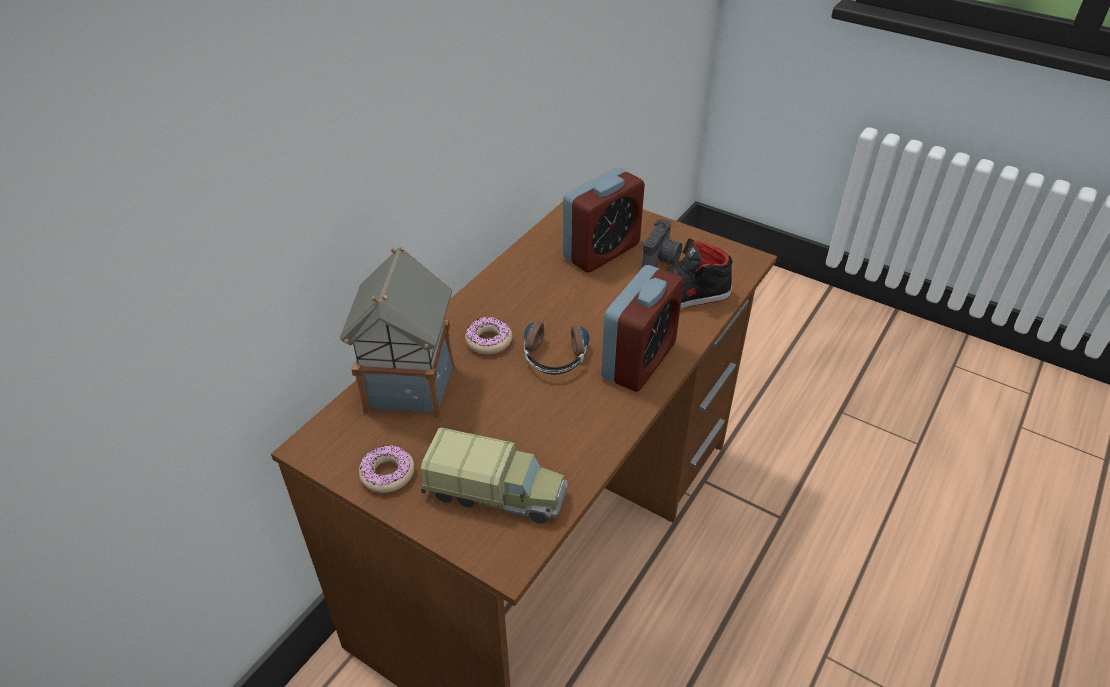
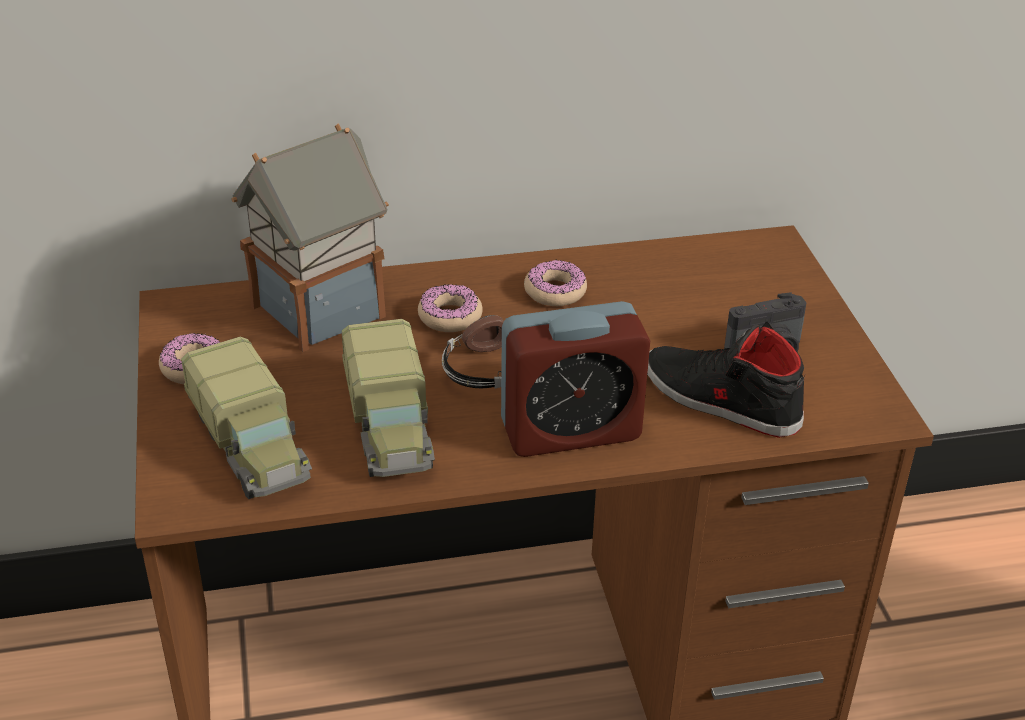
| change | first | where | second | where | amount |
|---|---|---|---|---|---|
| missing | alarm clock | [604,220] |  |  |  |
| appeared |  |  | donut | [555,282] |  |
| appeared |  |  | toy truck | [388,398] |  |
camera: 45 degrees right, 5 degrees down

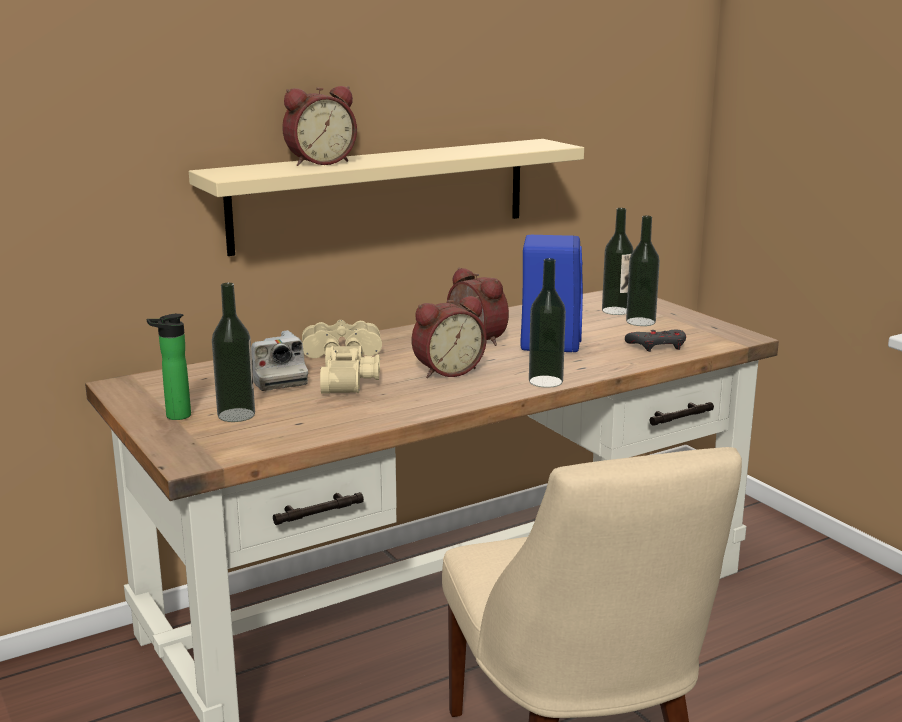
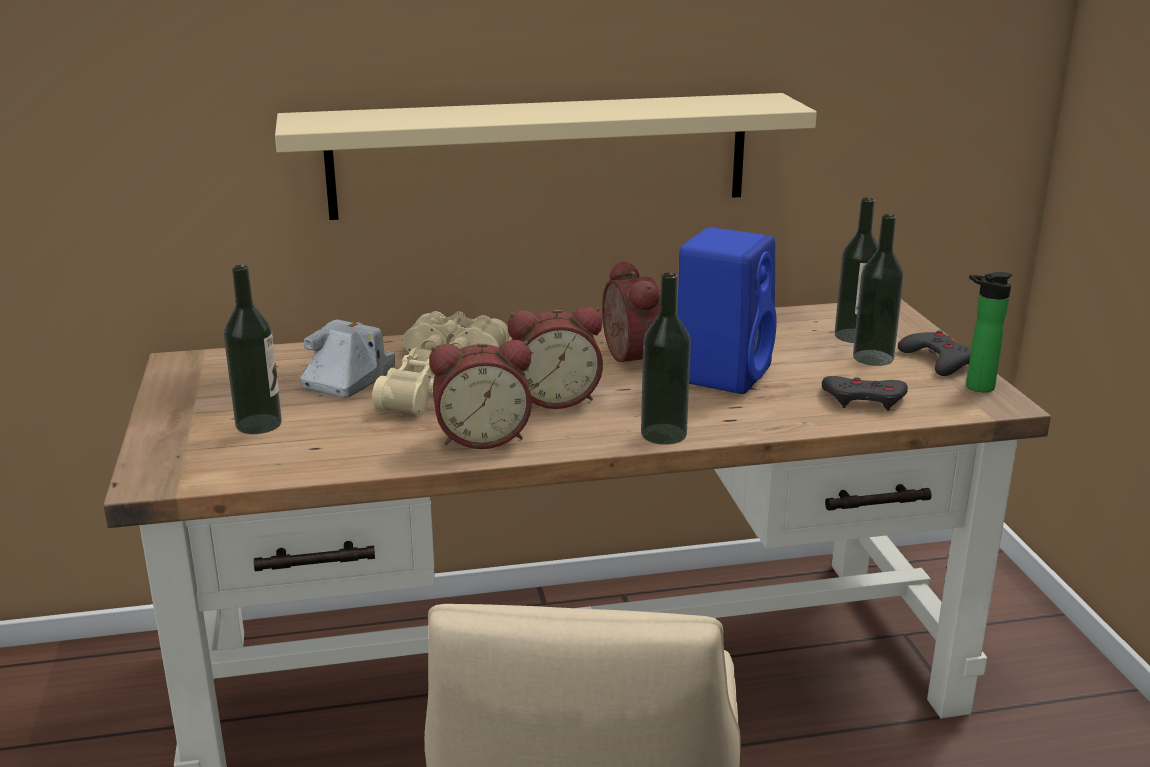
| change | first | where | second | where | amount |
|---|---|---|---|---|---|
| relocated | alarm clock | [319,126] |  | [480,394] |  |
| relocated | bottle | [169,367] |  | [989,332] |  |
| spun | photo camera | [279,360] |  | [347,358] | 150 degrees counterclockwise |
| appeared |  |  | game controller (grey) | [934,353] |  |
camera: 20 degrees right, 5 degrees up

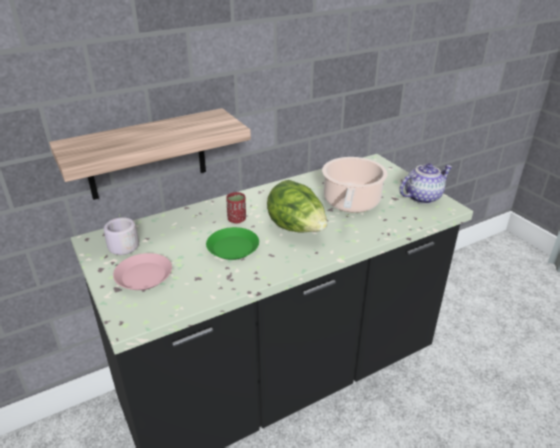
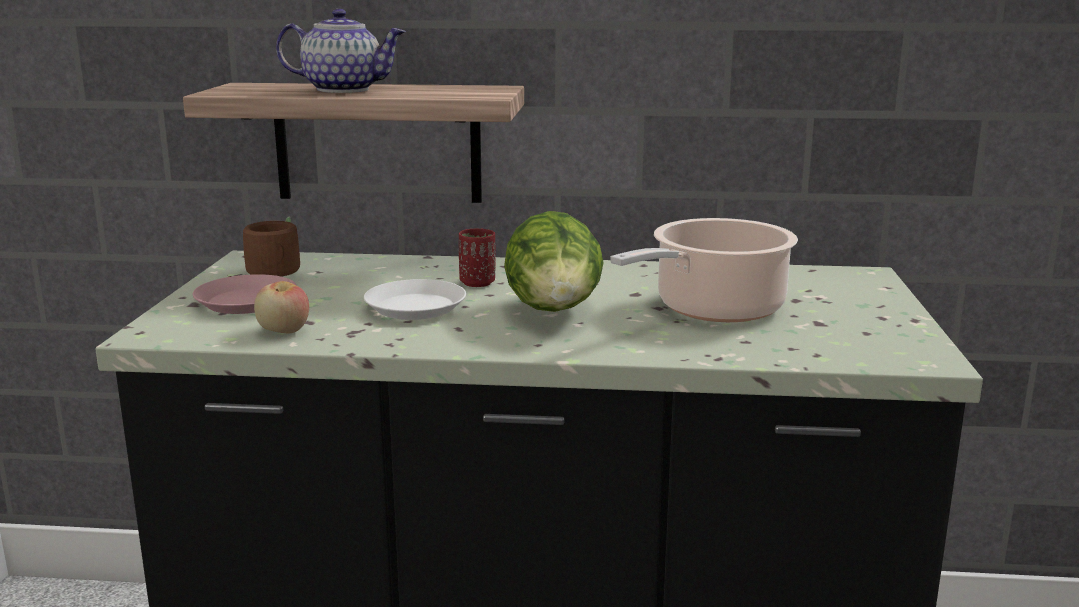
| change | first | where | second | where | amount |
|---|---|---|---|---|---|
| relocated | teapot | [426,183] |  | [341,51] |  |
| colour | mug (grey) | [121,236] | mug (brown) | [264,246] |  |
| colour | plate (green) | [232,243] | plate (white) | [415,299] |  |
| appeared |  |  | apple | [281,307] |  |
camera: 35 degrees right, 15 degrees down

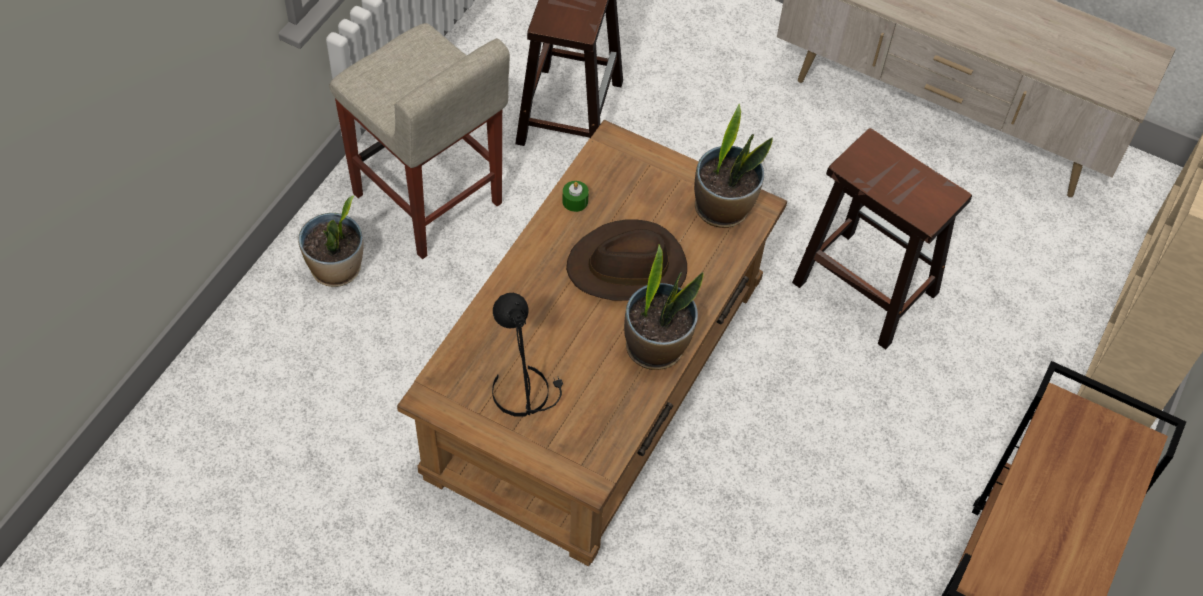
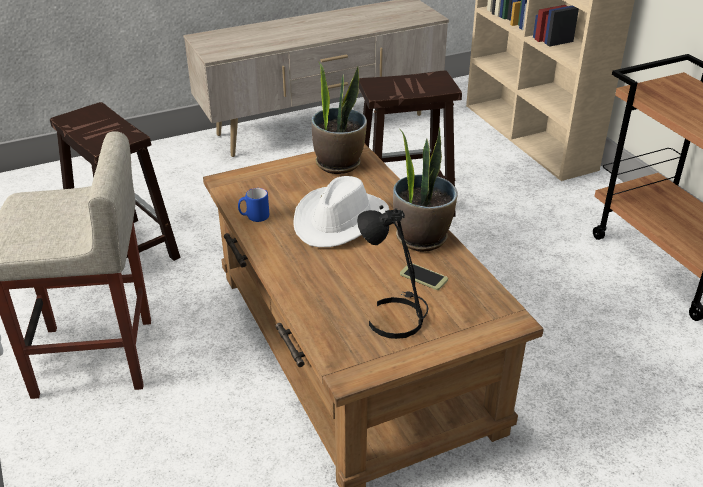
| change | first | where | second | where | amount |
|---|---|---|---|---|---|
| exchanged | candle (green) | [575,196] | mug (blue) | [253,205] |  |
| missing | potted plant | [330,241] |  |  |  |
| colour | hat (brown) | [626,260] | hat (white) | [341,211] |  |
| appeared |  |  | phone | [424,276] |  |
camera: 50 degrees left, 20 degrees down

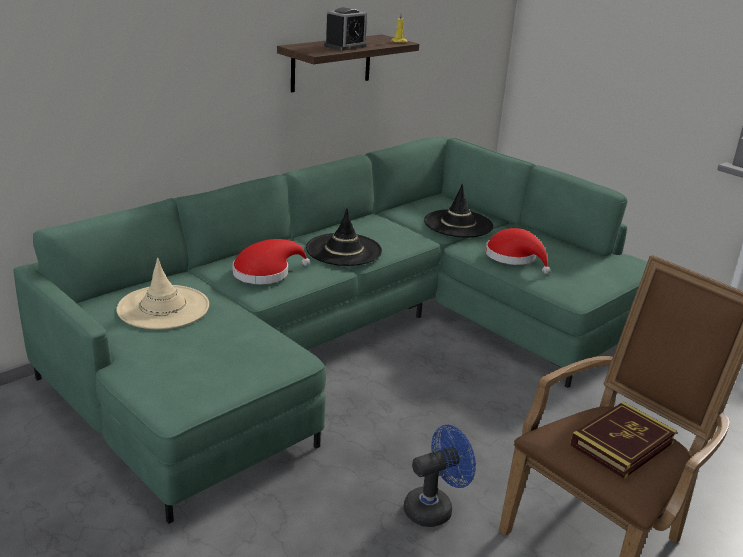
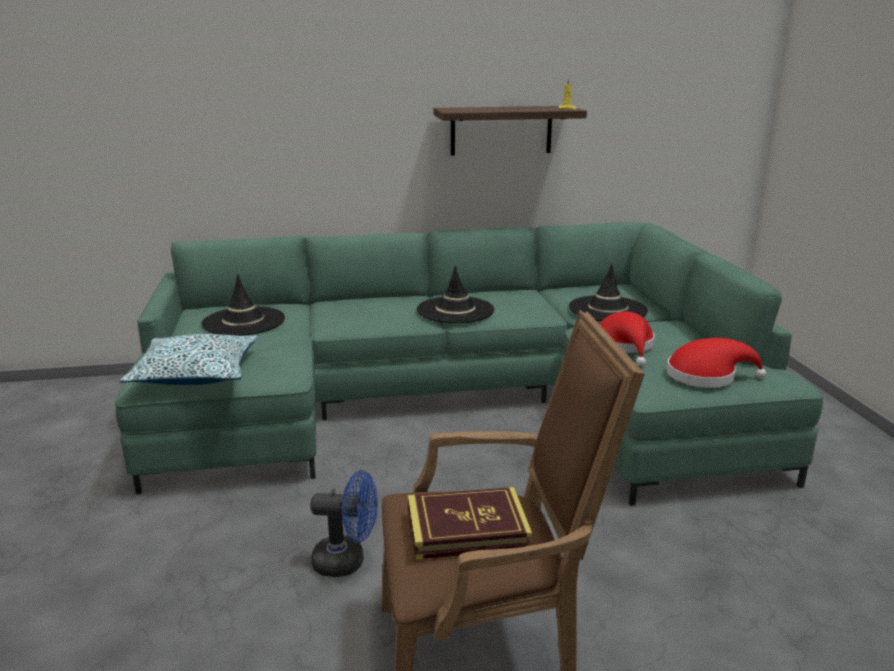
| change | first | where | second | where | amount |
|---|---|---|---|---|---|
| missing | alarm clock | [345,29] |  |  |  |
| relocated | hat (red) | [271,261] |  | [716,363] |  |
| colour | hat (beige) | [162,293] | hat (black) | [243,305] |  |
| appeared |  |  | pillow | [189,359] |  |
camera: 35 degrees right, 5 degrees down

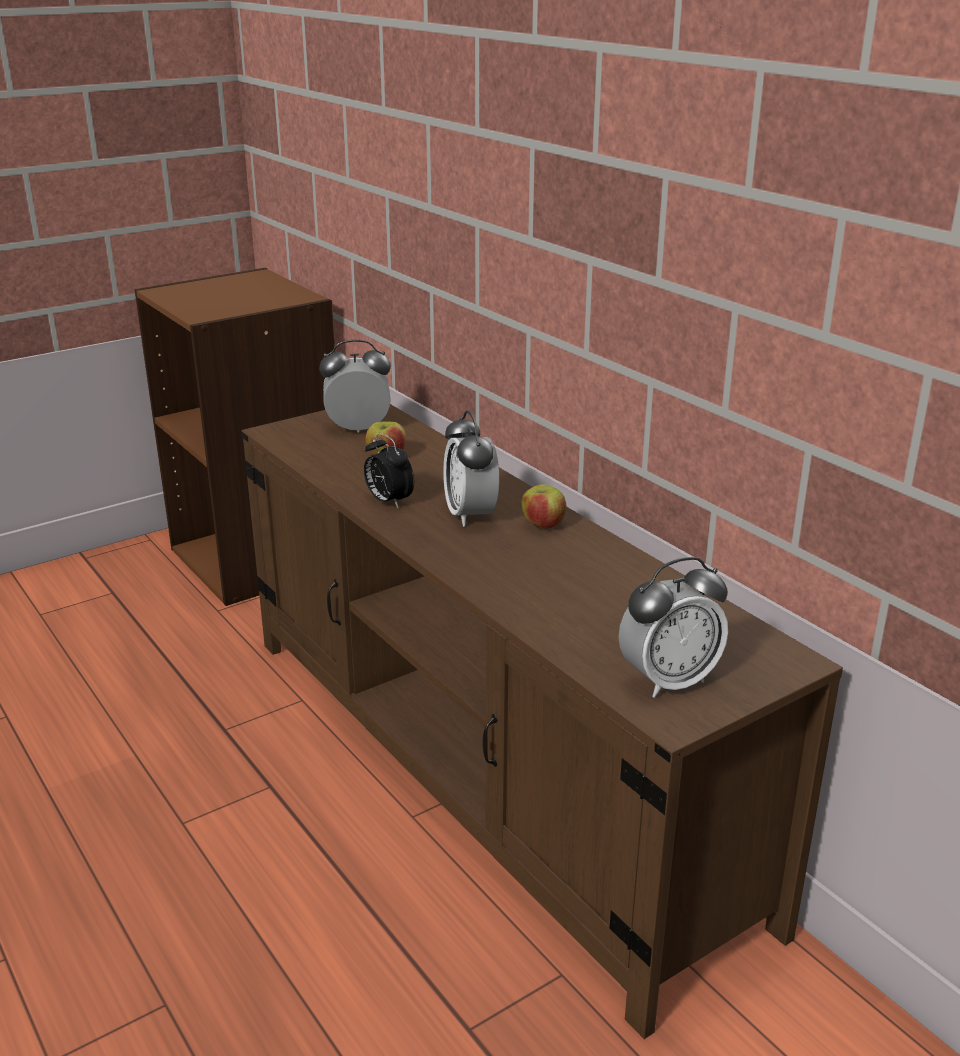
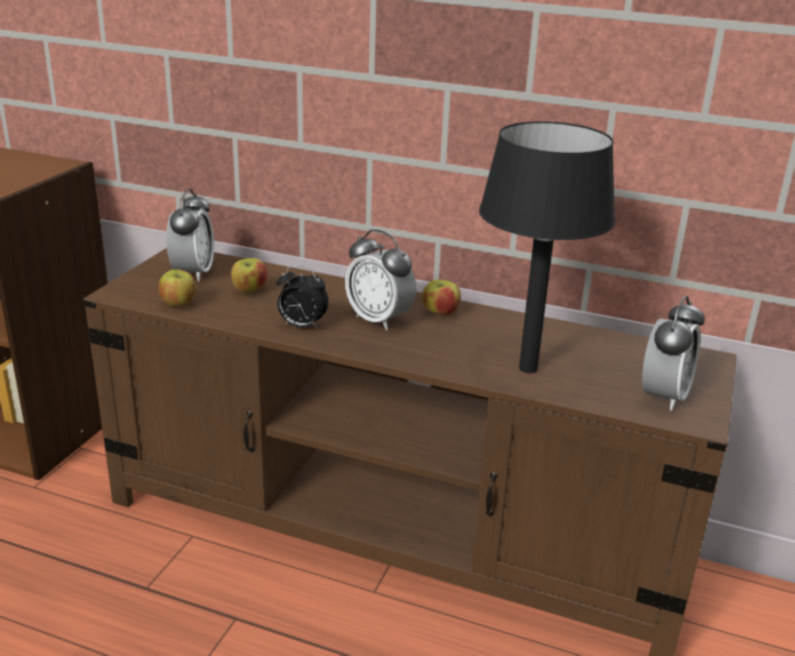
| change | first | where | second | where | amount |
|---|---|---|---|---|---|
| spun | alarm clock | [355,386] |  | [190,235] | 135 degrees clockwise |
| appeared |  |  | table lamp (black) | [547,247] |  |
| appeared |  |  | apple | [177,288] |  |
camera: 35 degrees left, 0 degrees up

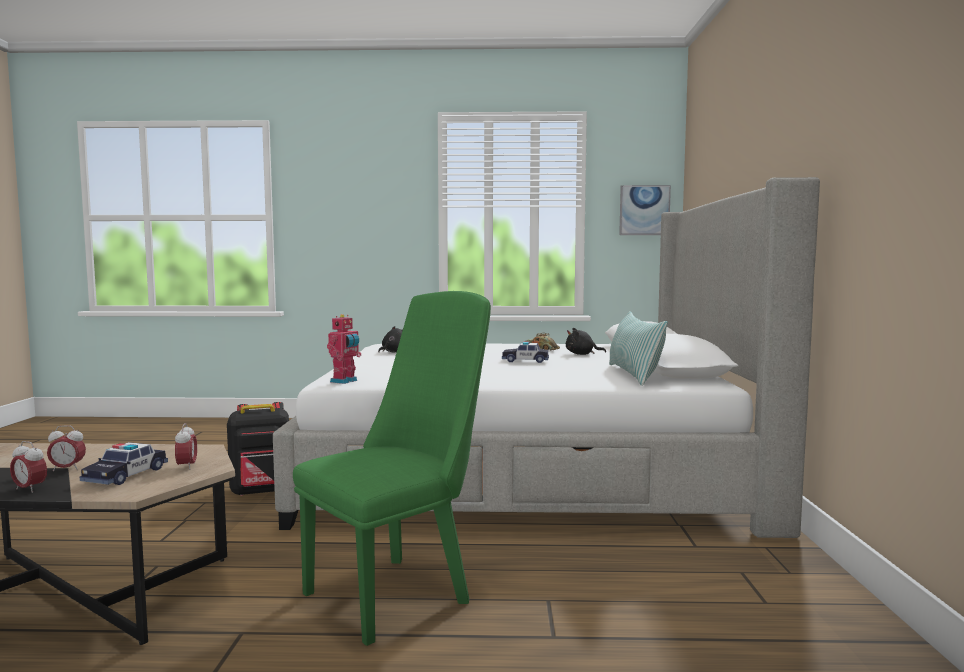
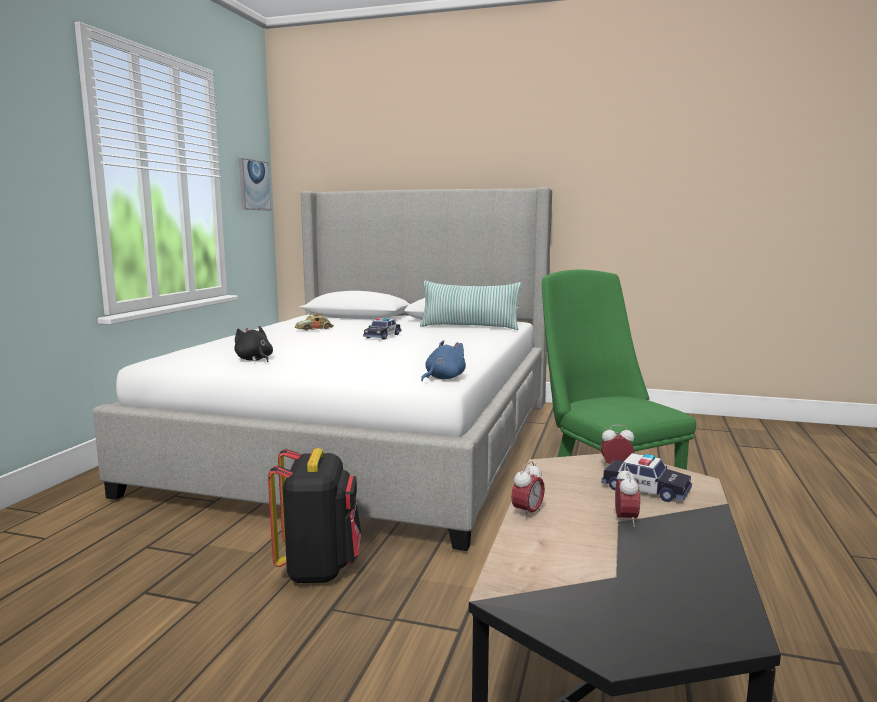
| change | first | where | second | where | amount |
|---|---|---|---|---|---|
| exchanged | toy robot | [344,349] | plush toy (blue) | [443,360] |  |
| missing | plush toy (black) | [586,341] |  |  |  |
| relocated | alarm clock | [28,467] |  | [528,490] |  |
camera: 75 degrees left, 5 degrees up

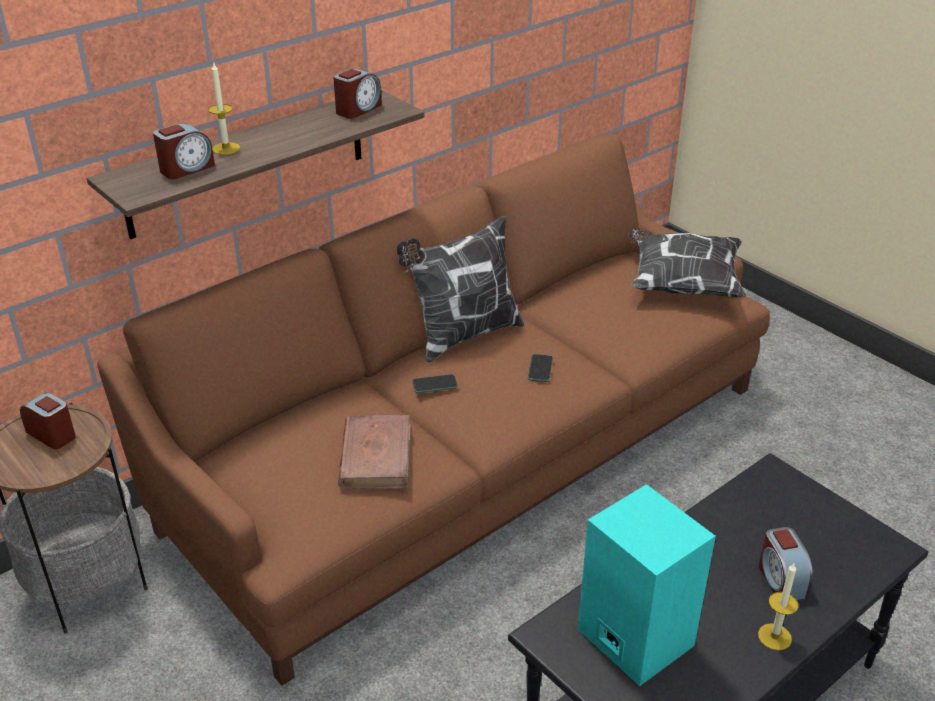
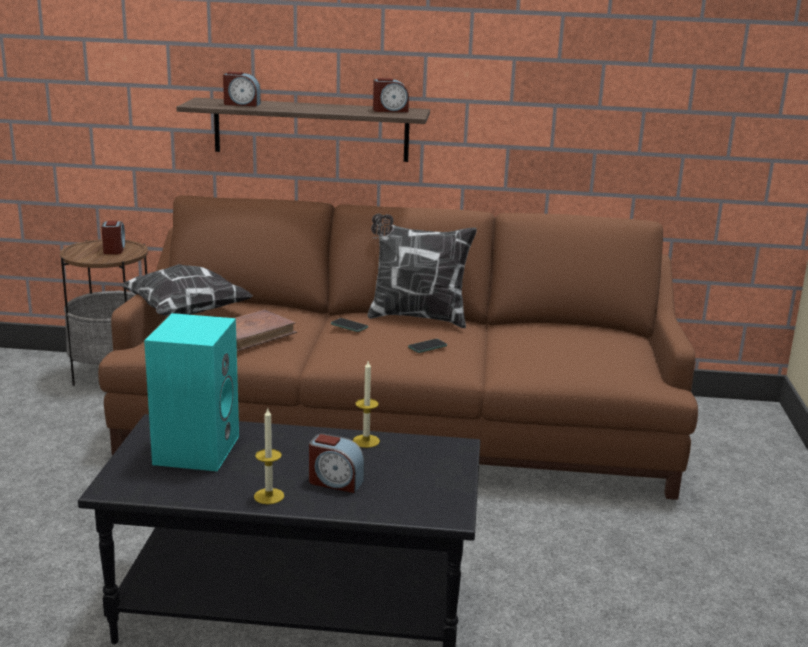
| change | first | where | second | where | amount |
|---|---|---|---|---|---|
| relocated | candle | [224,109] |  | [366,404] |  |
| relocated | pillow | [687,262] |  | [186,289] |  |
| spun | alarm clock | [786,563] |  | [337,463] | 105 degrees counterclockwise |
camera: 45 degrees right, 15 degrees down

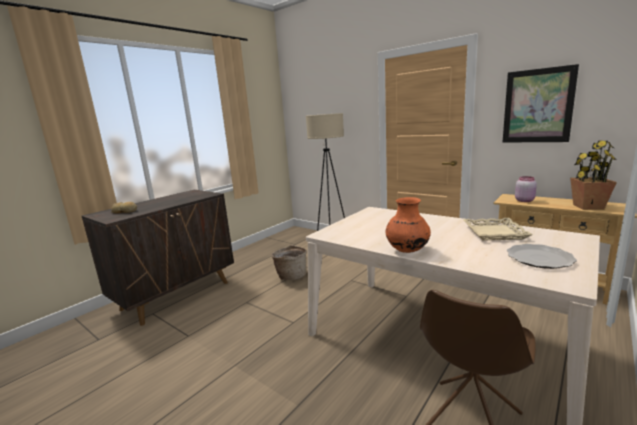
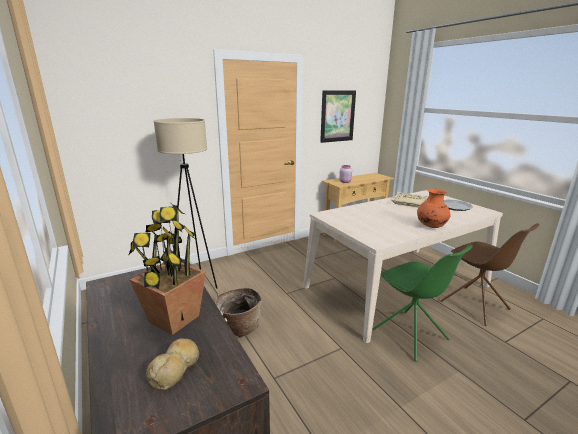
| change | first | where | second | where | amount |
|---|---|---|---|---|---|
| relocated | potted plant | [593,175] |  | [167,269] |  |
| appeared |  |  | chair (green) | [422,303] |  |
camera: 70 degrees left, 5 degrees up

